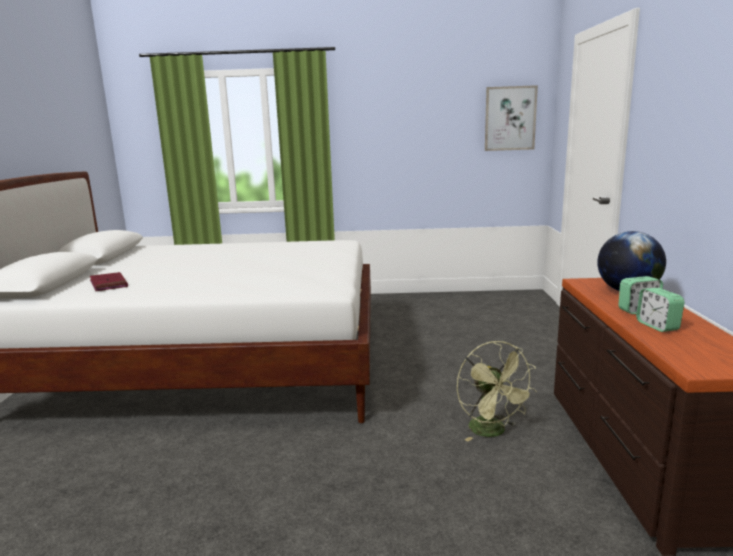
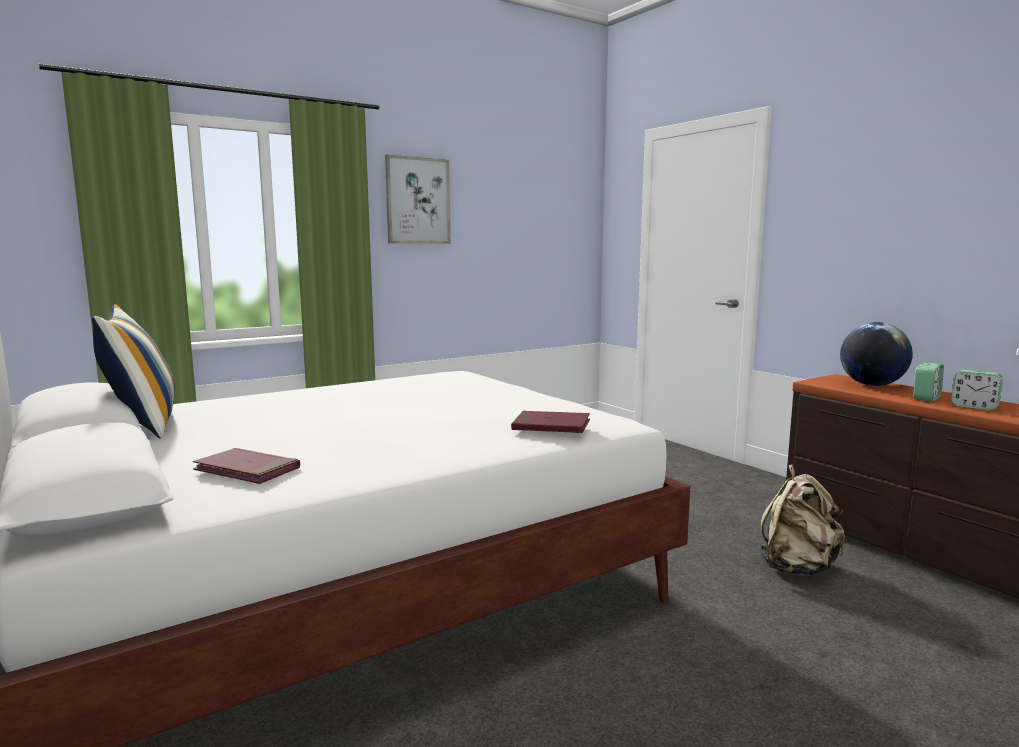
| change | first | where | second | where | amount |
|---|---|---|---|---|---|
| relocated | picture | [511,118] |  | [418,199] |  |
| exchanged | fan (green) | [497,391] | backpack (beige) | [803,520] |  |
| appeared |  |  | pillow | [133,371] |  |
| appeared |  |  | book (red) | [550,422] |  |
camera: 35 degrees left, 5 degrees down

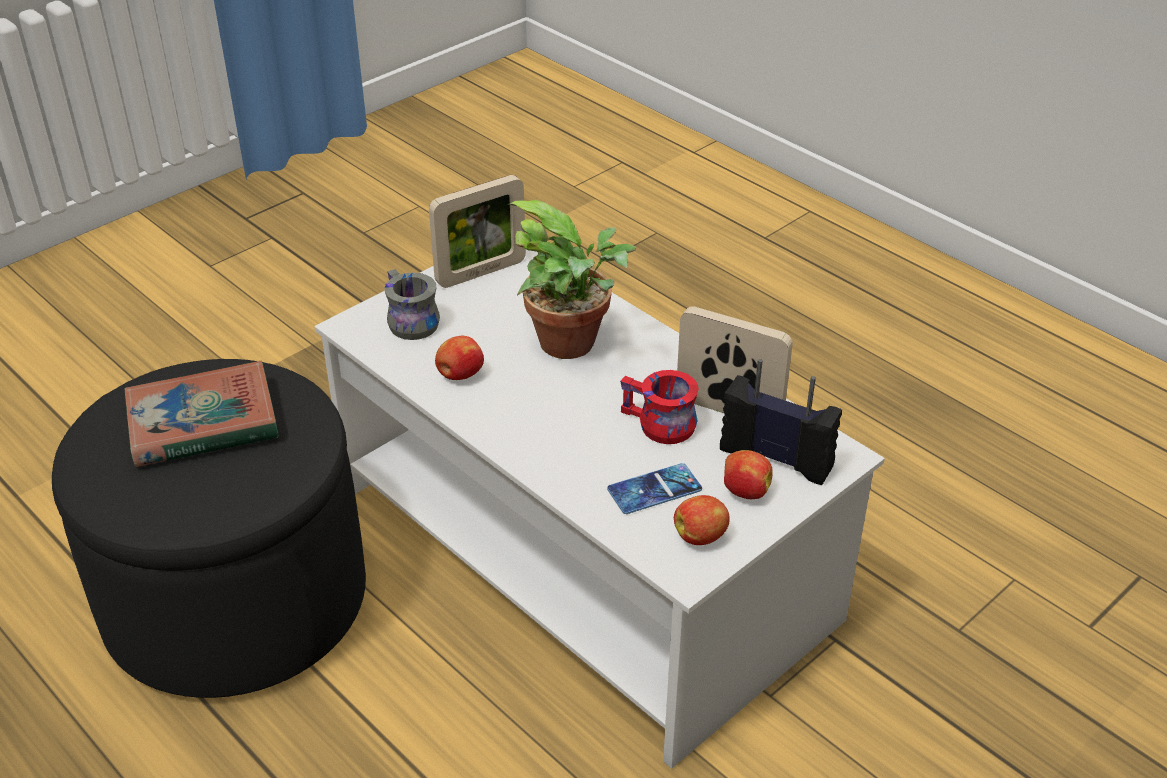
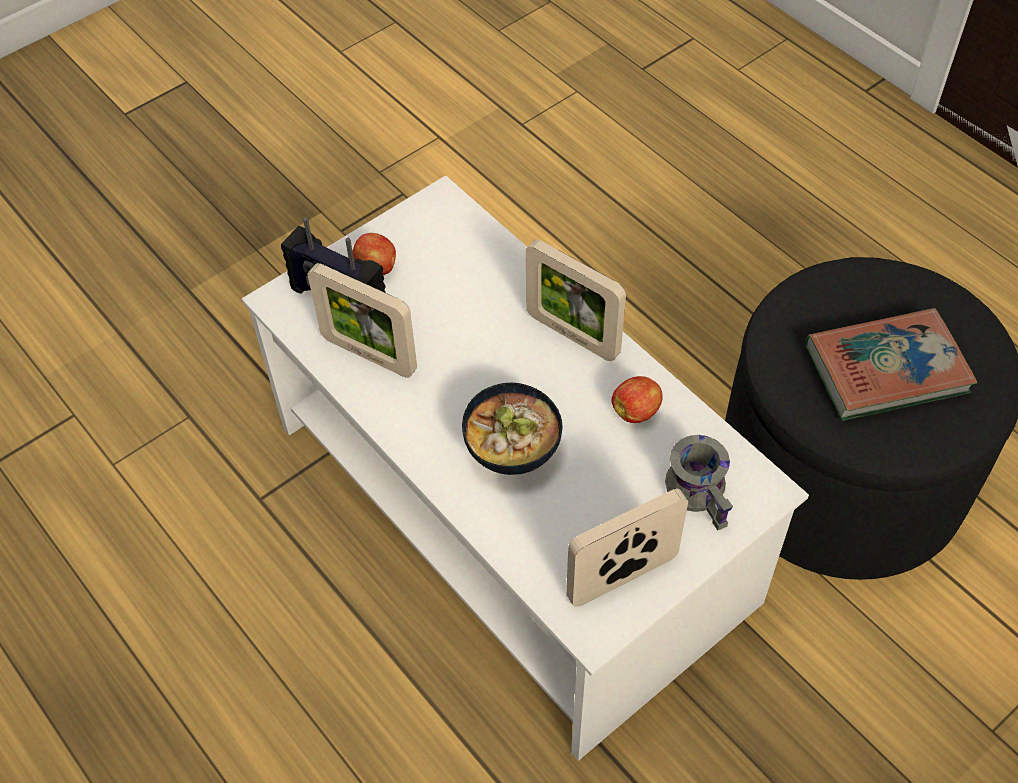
| change | first | where | second | where | amount |
|---|---|---|---|---|---|
| exchanged | potted plant | [572,279] | bowl | [512,429] |  |
| missing | mug (red) | [659,407] |  |  |  |
| missing | phone | [654,488] |  |  |  |
| missing | apple | [701,520] |  |  |  |
| appeared |  |  | picture frame | [576,300] |  |
camera: 175 degrees left, 15 degrees up

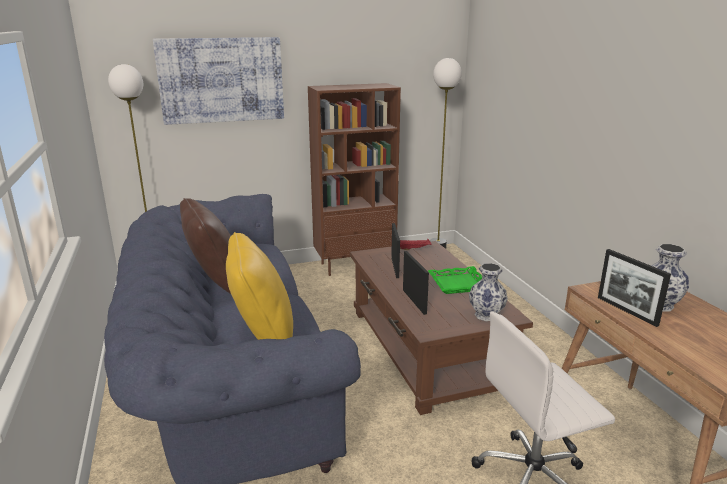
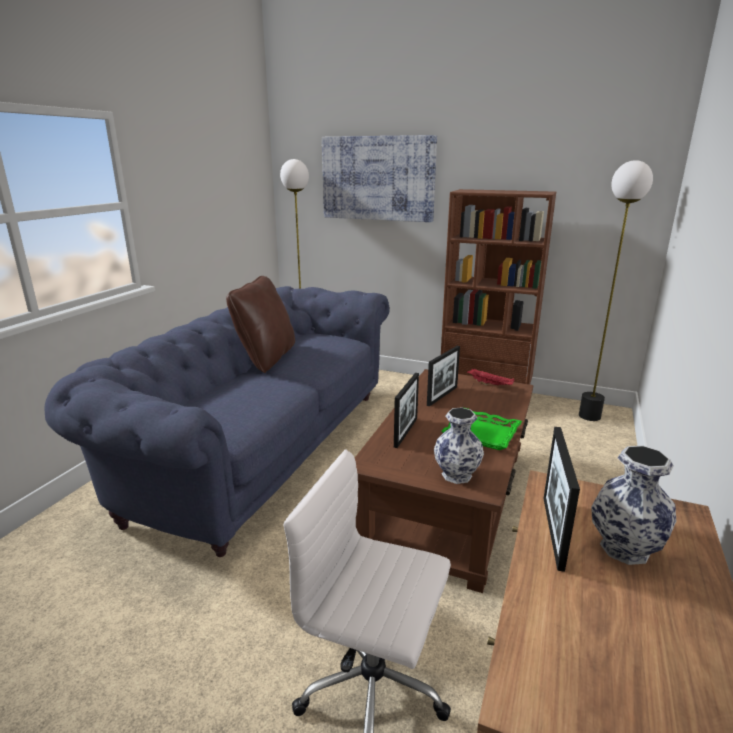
| change | first | where | second | where | amount |
|---|---|---|---|---|---|
| missing | pillow (yellow) | [259,286] |  |  |  |
camera: 40 degrees right, 0 degrees up

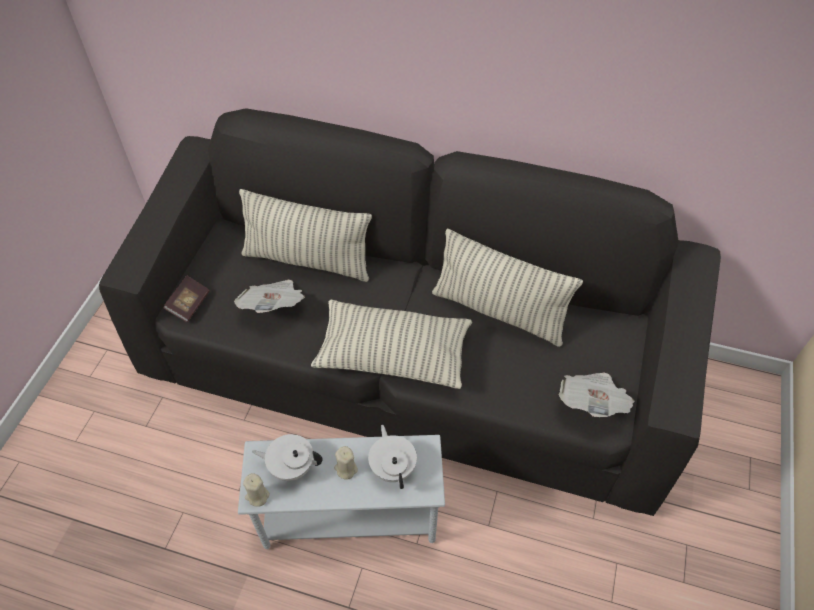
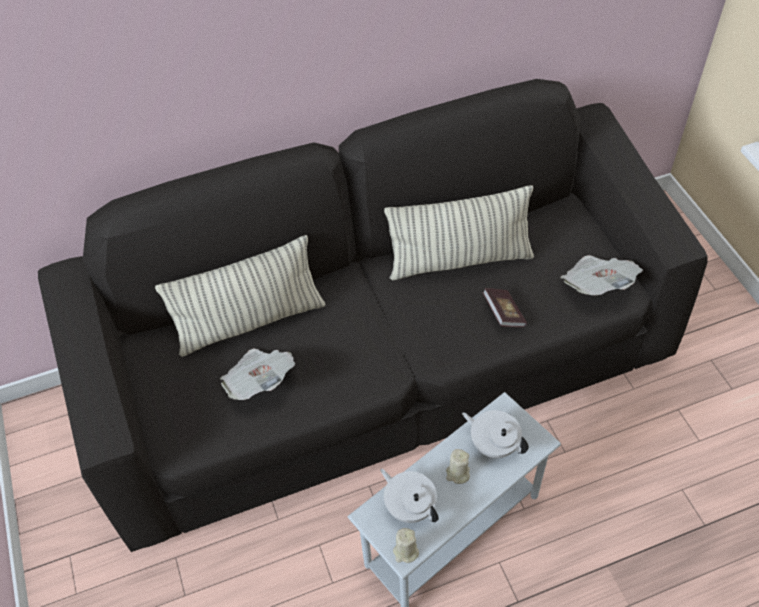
| change | first | where | second | where | amount |
|---|---|---|---|---|---|
| relocated | book | [187,298] |  | [505,307] |  |
| missing | pillow | [391,344] |  |  |  |
| spun | teapot (white) | [287,457] |  | [409,496] | 75 degrees clockwise |
camera: 35 degrees left, 0 degrees up

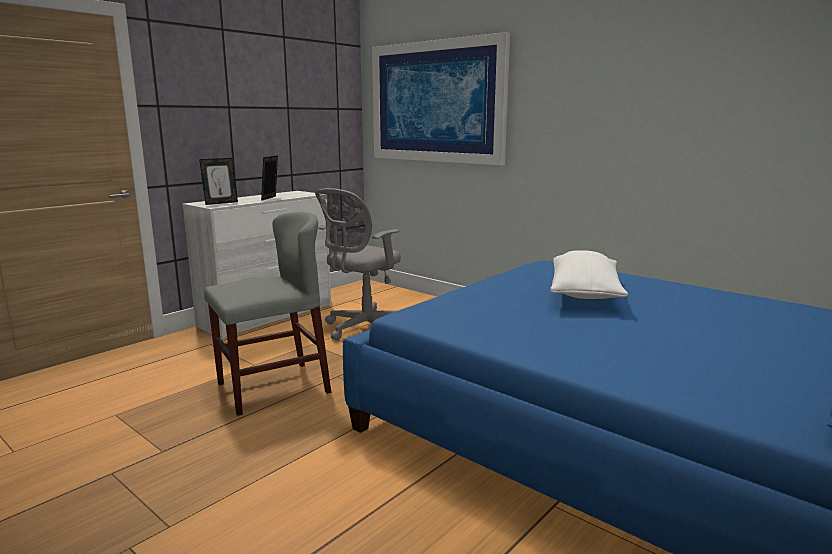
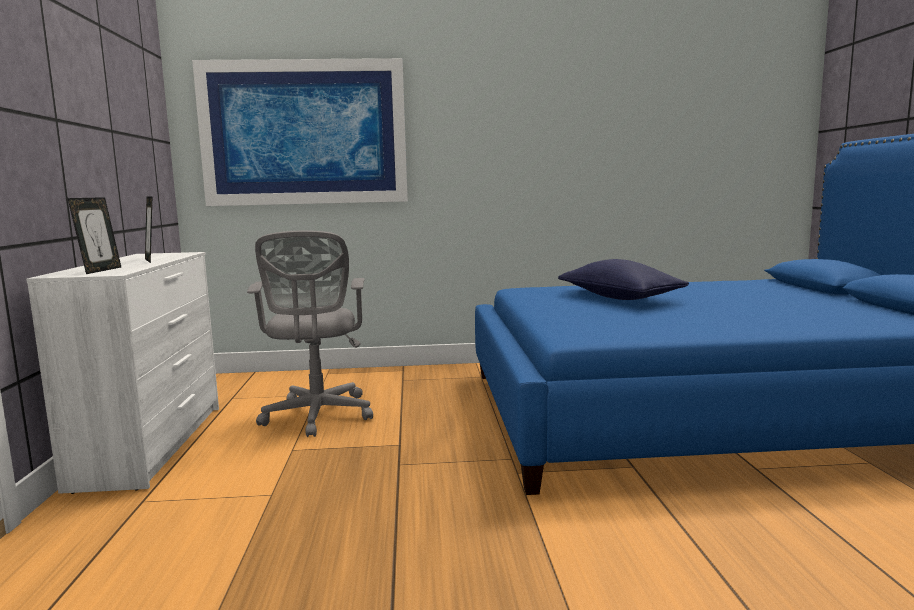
| change | first | where | second | where | amount |
|---|---|---|---|---|---|
| missing | chair (grey) | [267,314] |  |  |  |
| colour | pillow (white) | [589,274] | pillow (blue) | [623,279] |  |
camera: 45 degrees left, 5 degrees down

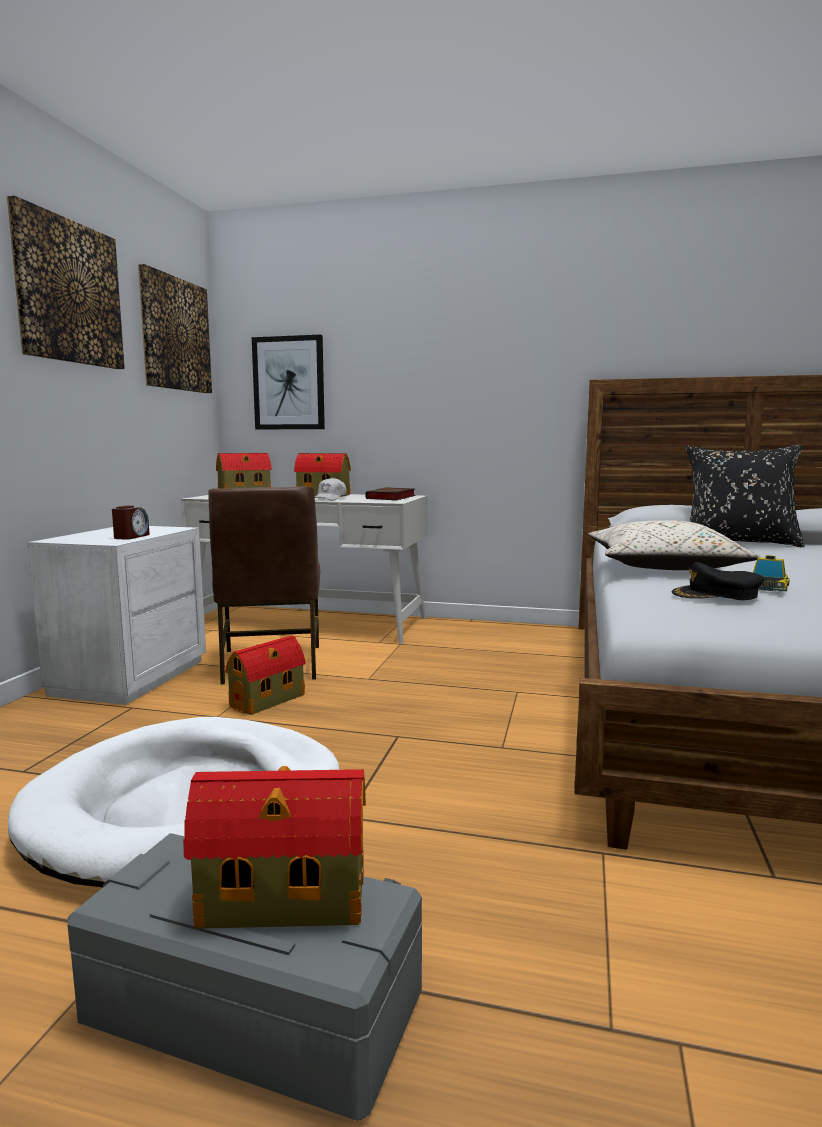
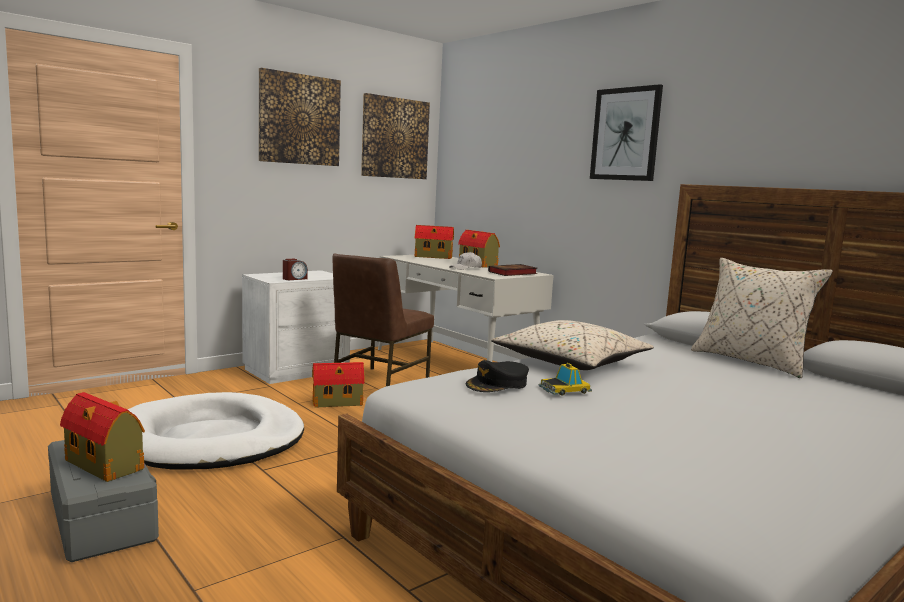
| change | first | where | second | where | amount |
|---|---|---|---|---|---|
| relocated | picture | [288,382] |  | [626,132] |  |
| colour | pillow (black) | [745,496] | pillow (beige) | [762,318] |  |
| spun | cap (black) | [718,581] |  | [497,376] | 75 degrees counterclockwise |
camera: 35 degrees right, 0 degrees up

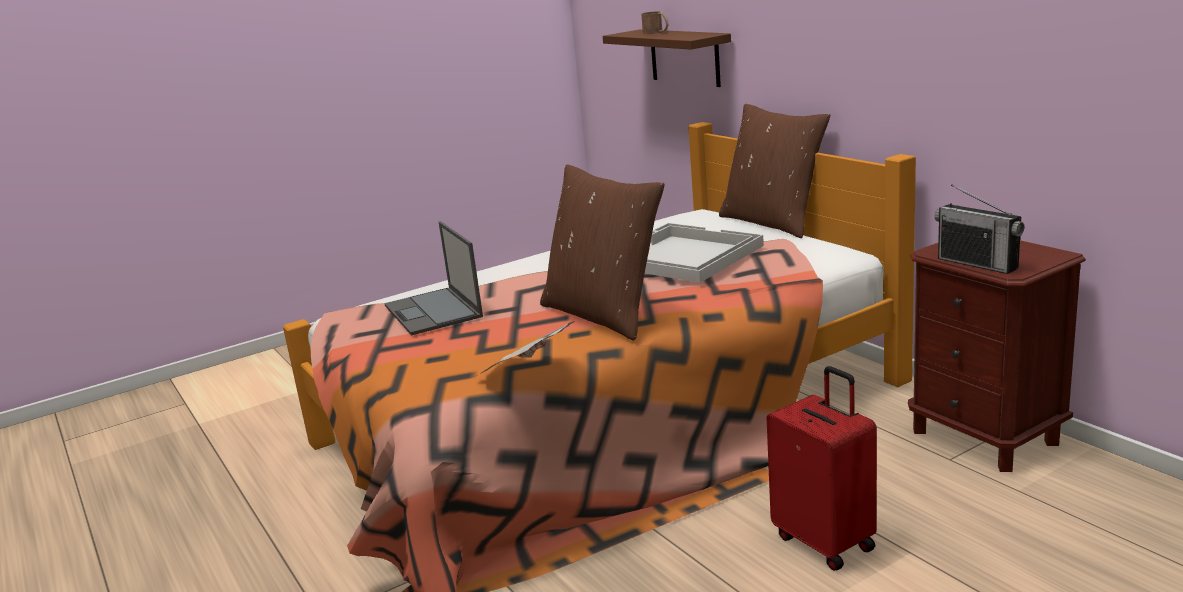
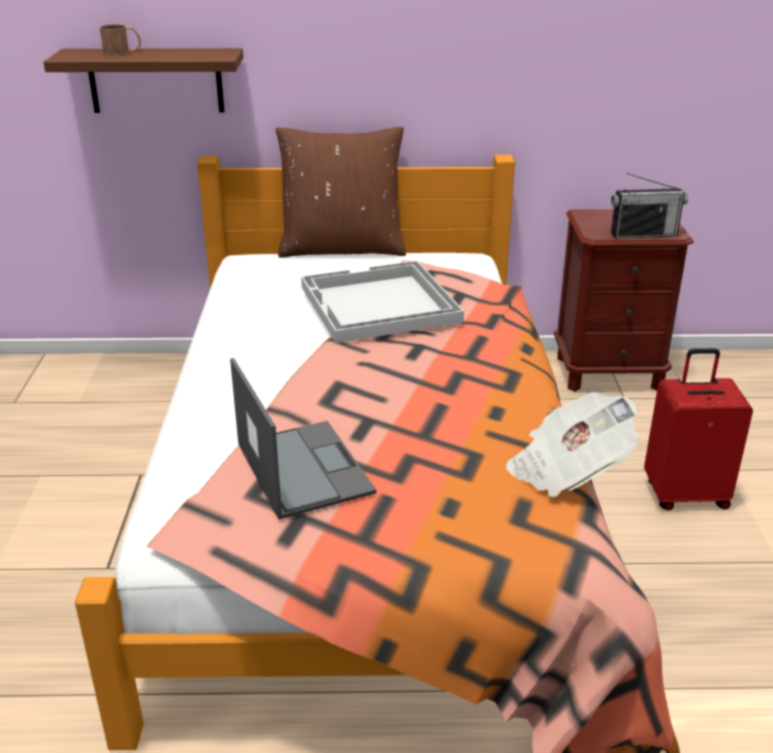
| change | first | where | second | where | amount |
|---|---|---|---|---|---|
| missing | pillow (brown) | [602,252] |  |  |  |
| spun | laptop | [433,278] |  | [303,438] | 120 degrees counterclockwise |
camera: 60 degrees left, 10 degrees up

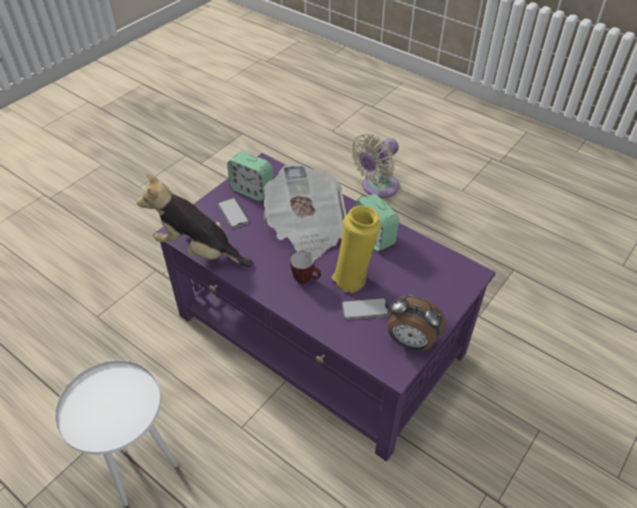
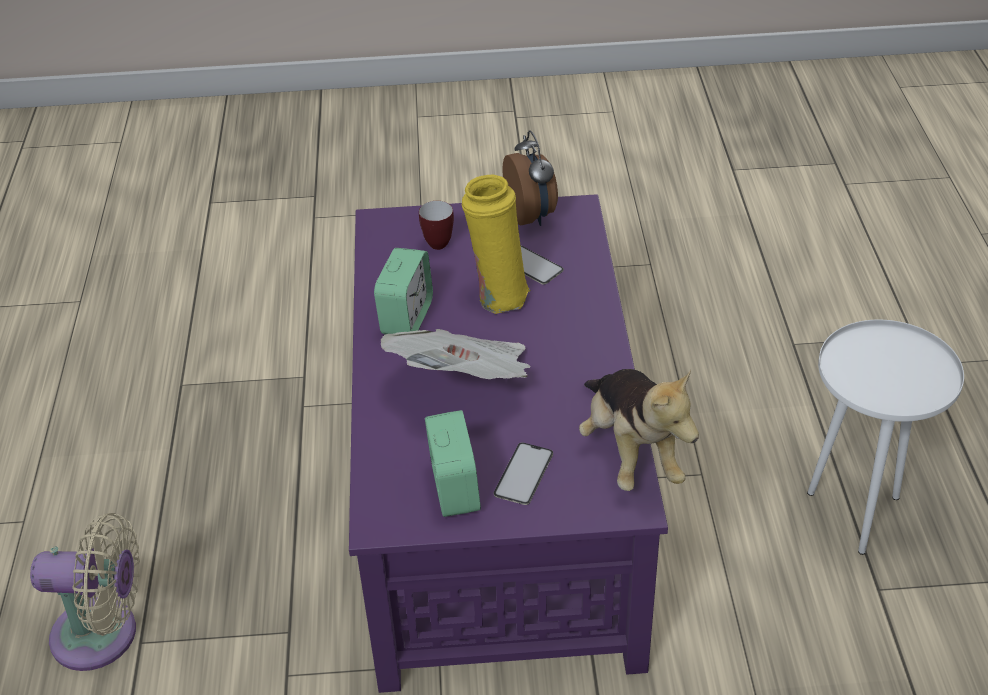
| change | first | where | second | where | amount |
|---|---|---|---|---|---|
| relocated | mug | [305,267] |  | [436,225] |  |
camera: 130 degrees left, 5 degrees down

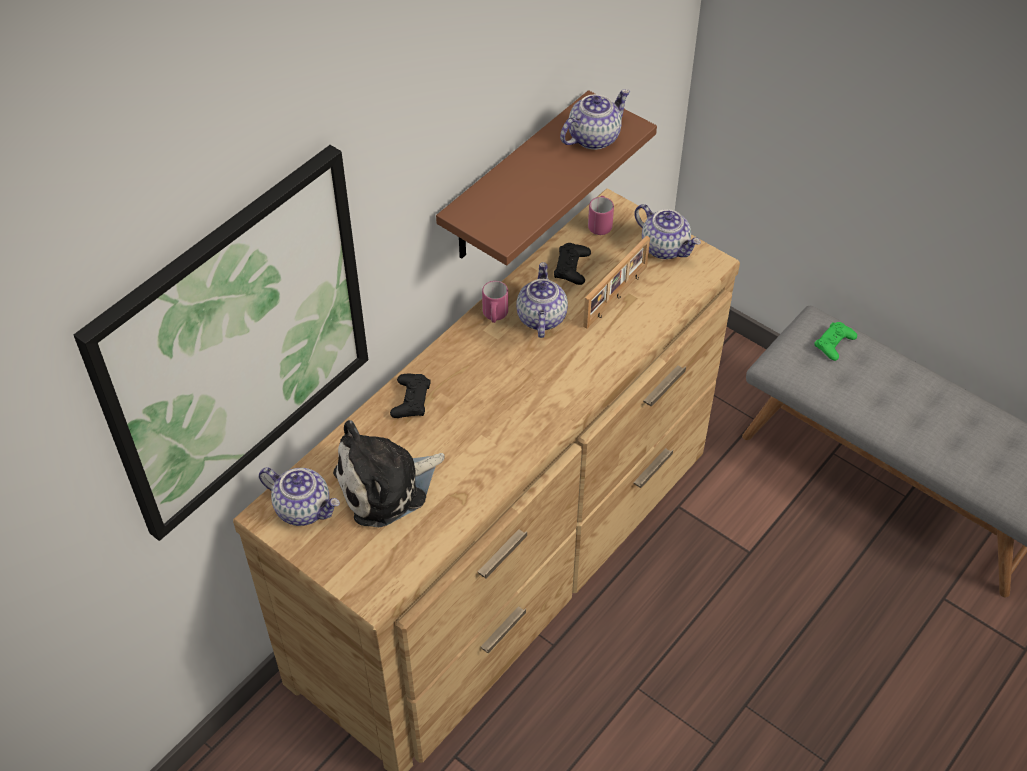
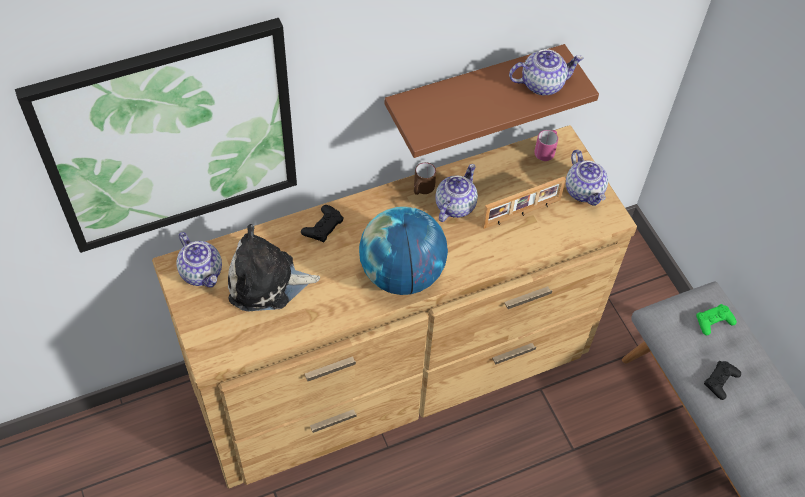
| change | first | where | second | where | amount |
|---|---|---|---|---|---|
| relocated | game controller (black) | [572,264] |  | [722,380] |  |
| colour | mug (pink) | [495,302] | mug (brown) | [425,178] |  |
| appeared |  |  | globe | [403,250] |  |
camera: 25 degrees right, 5 degrees up

